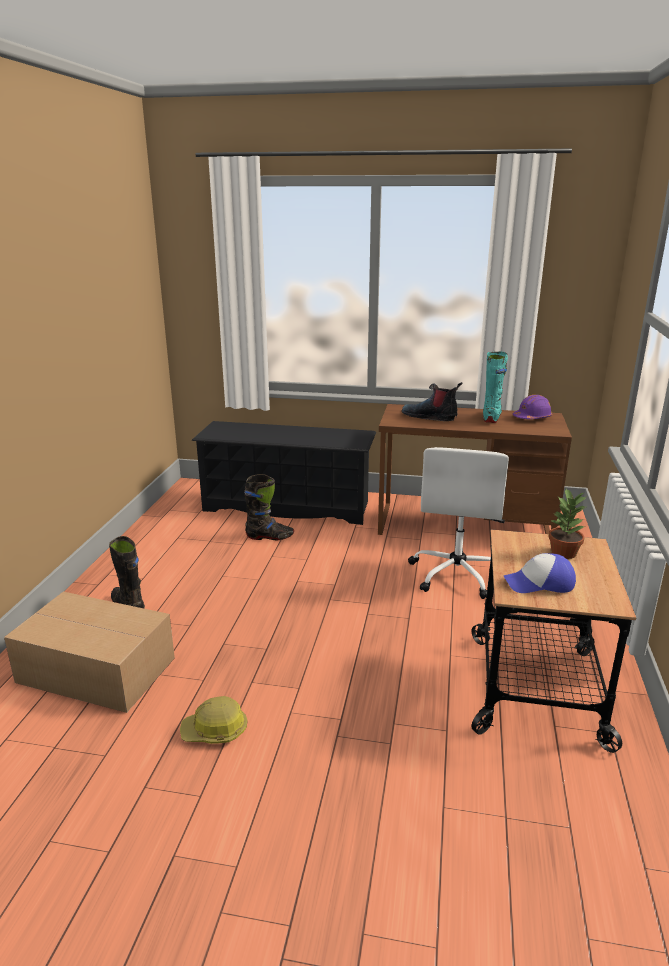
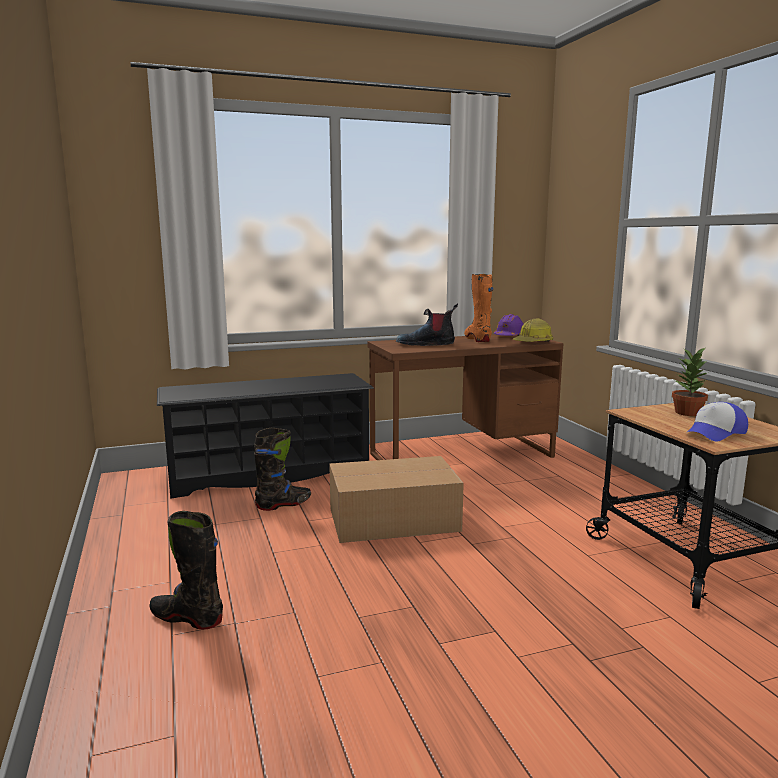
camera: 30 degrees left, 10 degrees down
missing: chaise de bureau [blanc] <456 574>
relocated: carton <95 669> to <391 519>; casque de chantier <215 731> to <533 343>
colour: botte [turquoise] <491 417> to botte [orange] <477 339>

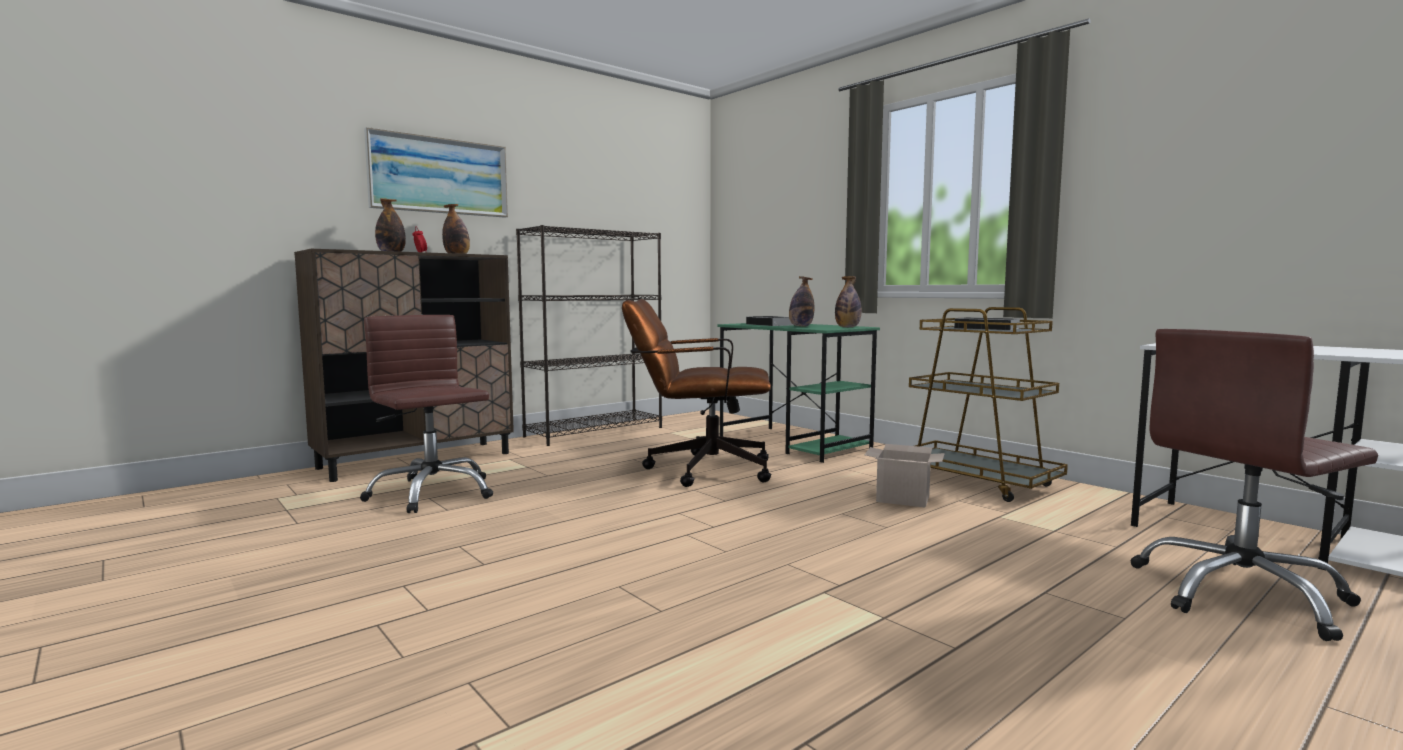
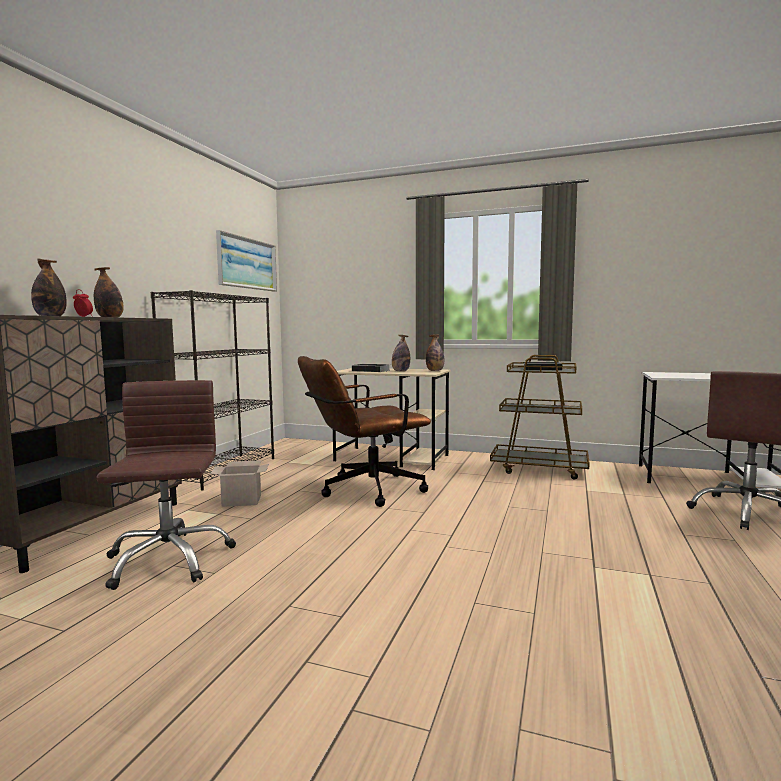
camera: 30 degrees left, 0 degrees up
relocated: carton <904 499> to <243 500>; tableau <439 176> to <247 263>
colour: bureau [vert] <794 444> to bureau [beige] <392 458>
spun: chaise de bureau [marron] <431 493> = <168 560> 60 degrees clockwise

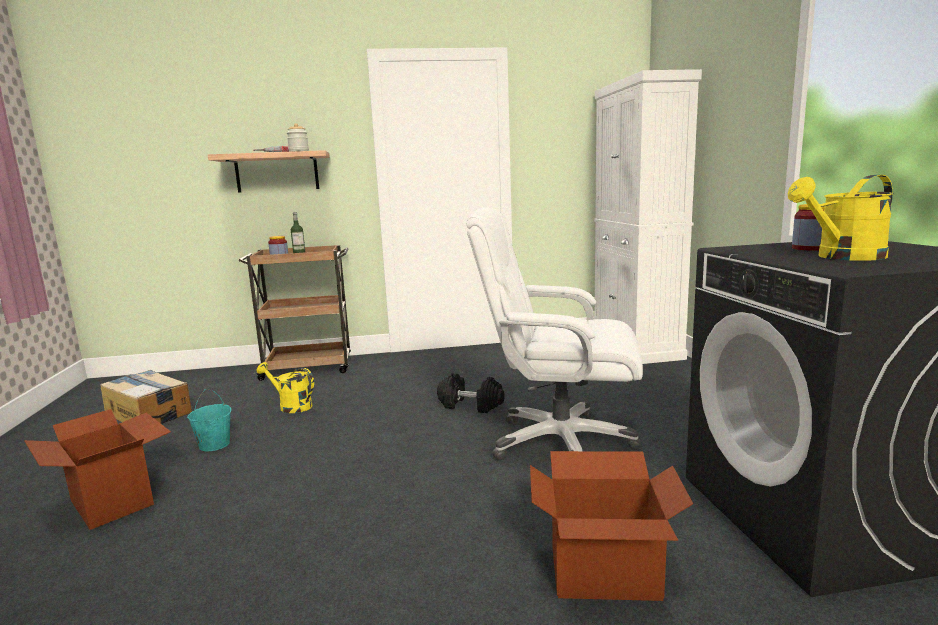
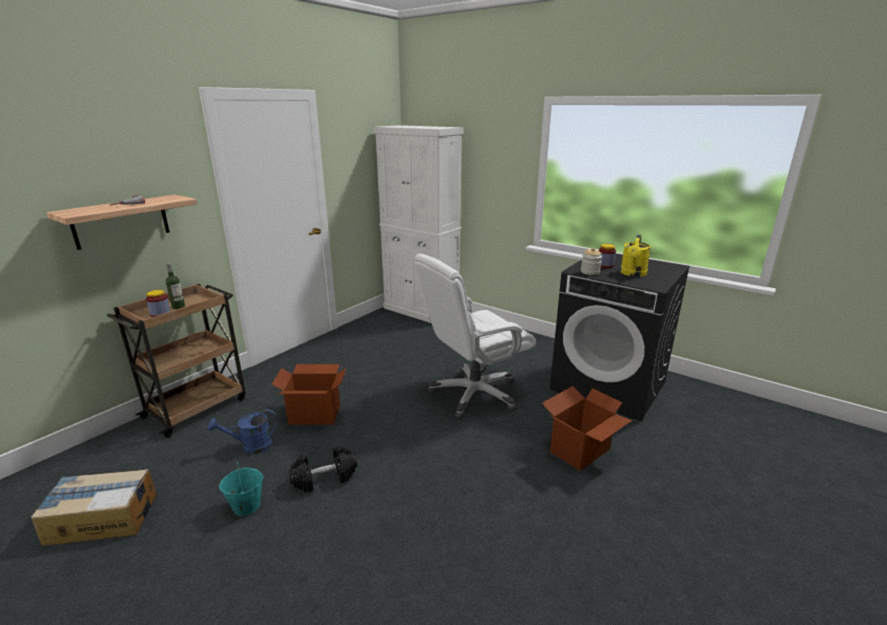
camera: 45 degrees left, 10 degrees up
relocated: carton <113 502> to <314 414>; haltère [noir] <471 405> to <324 478>; bocal <299 151> to <590 272>
colour: arrosoir [jaune] <291 406> to arrosoir [bleu] <251 446>

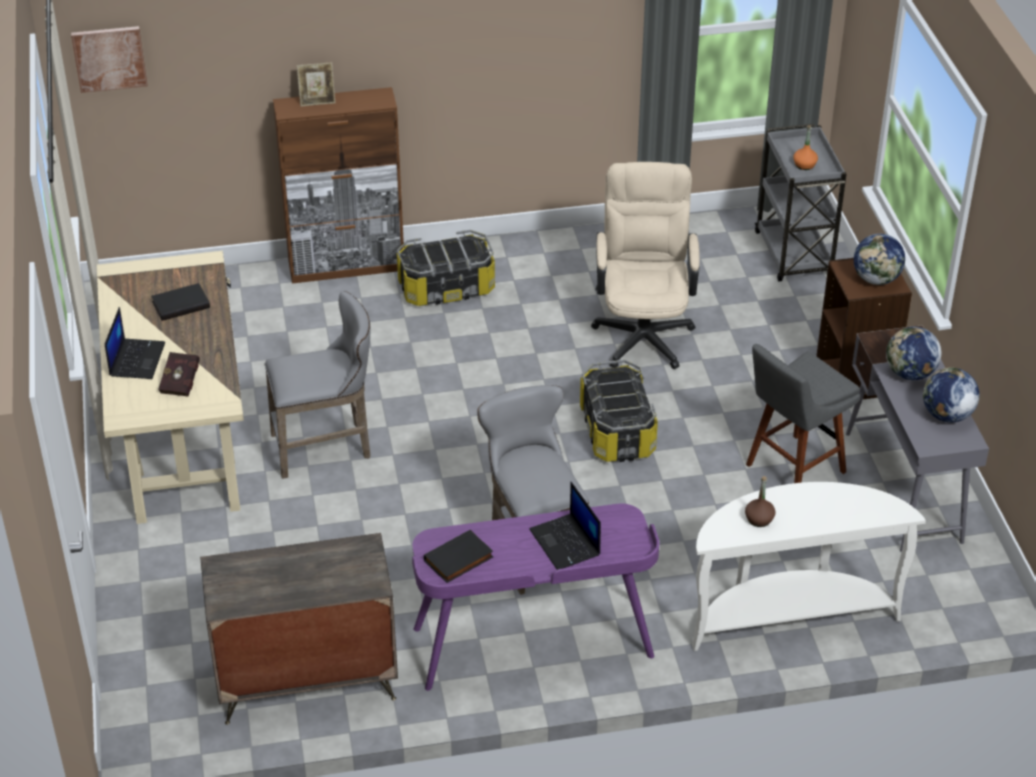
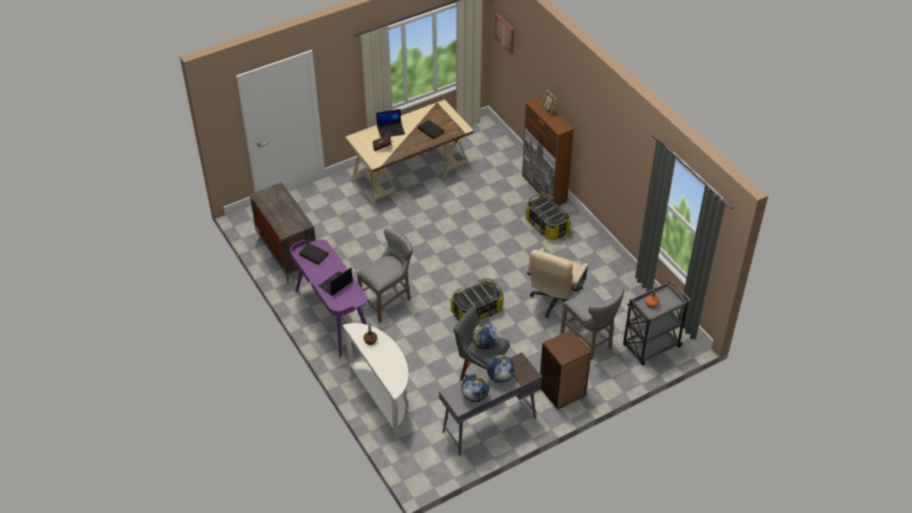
camera: 70 degrees right, 5 degrees up
relocated: globe <876 279> to <485 345>; tabouret [gris] <327 447> to <589 342>
spun: chaise de bureau [beige] <643 331> = <555 302> 135 degrees clockwise

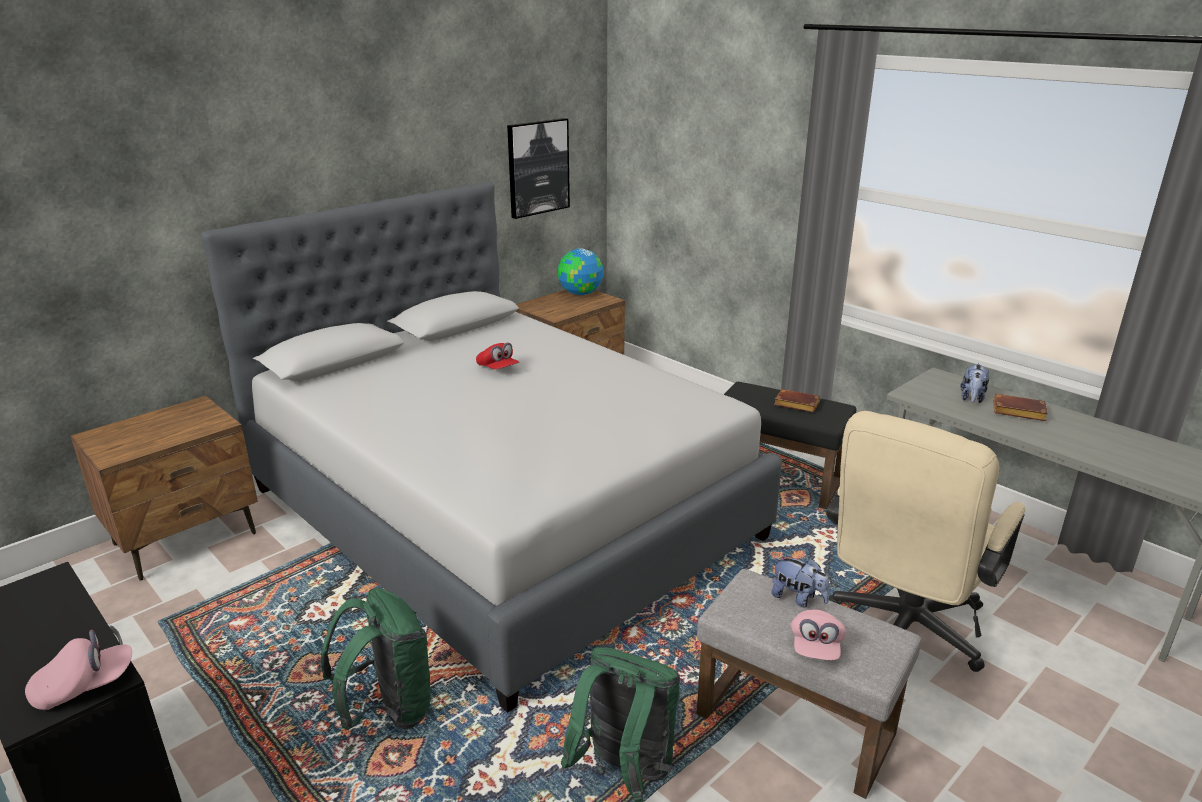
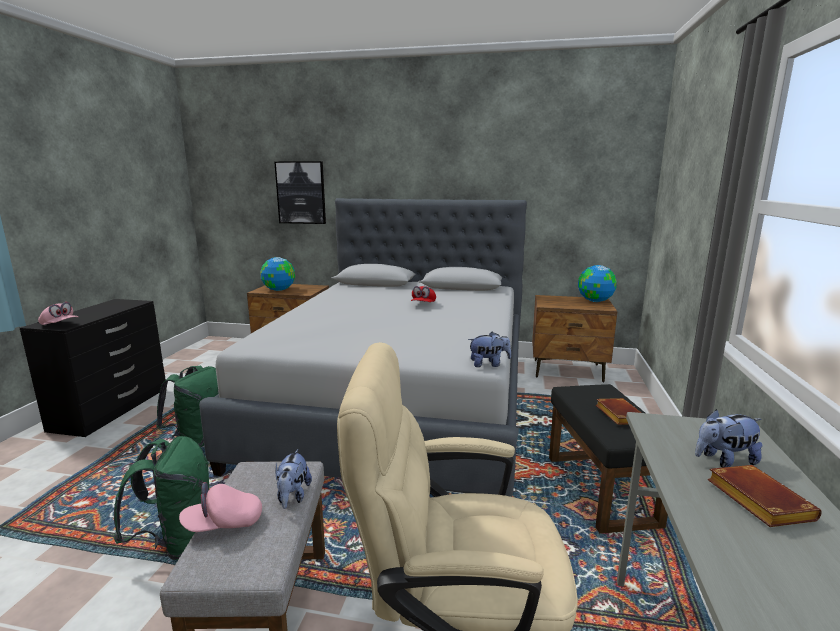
camera: 55 degrees right, 10 degrees down
appeared: globe <278 290>; peluche <489 364>
relocated: tableau <538 167> to <301 192>

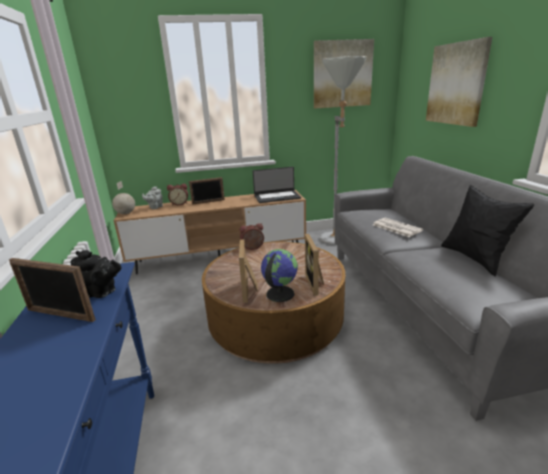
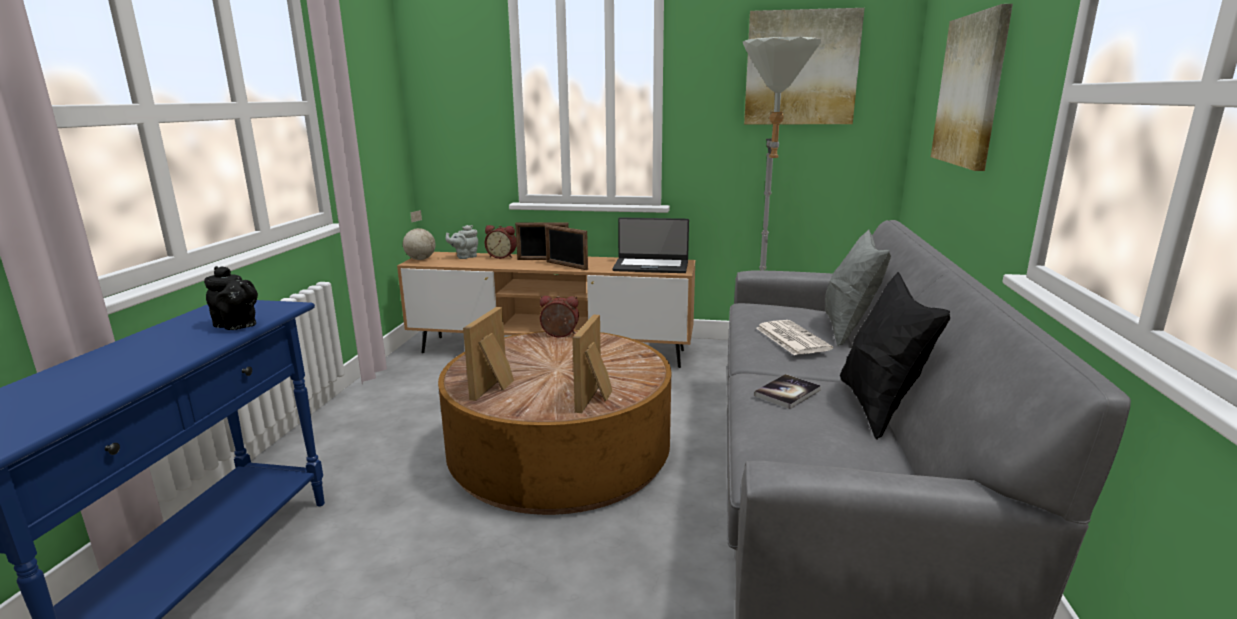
camera: 20 degrees right, 5 degrees down
missing: globe <279 294>
appeared: livre <787 393>; coussin [gris] <849 330>
relocated: cadre photo <60 315> to <566 266>

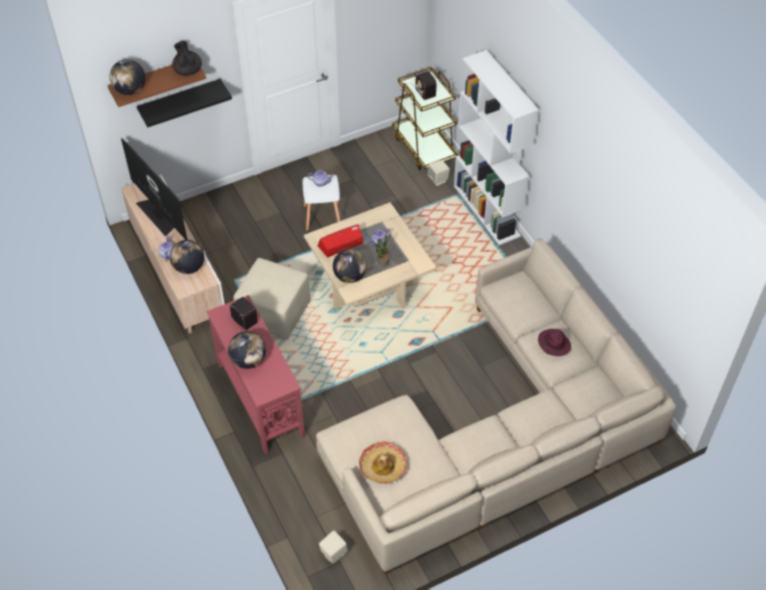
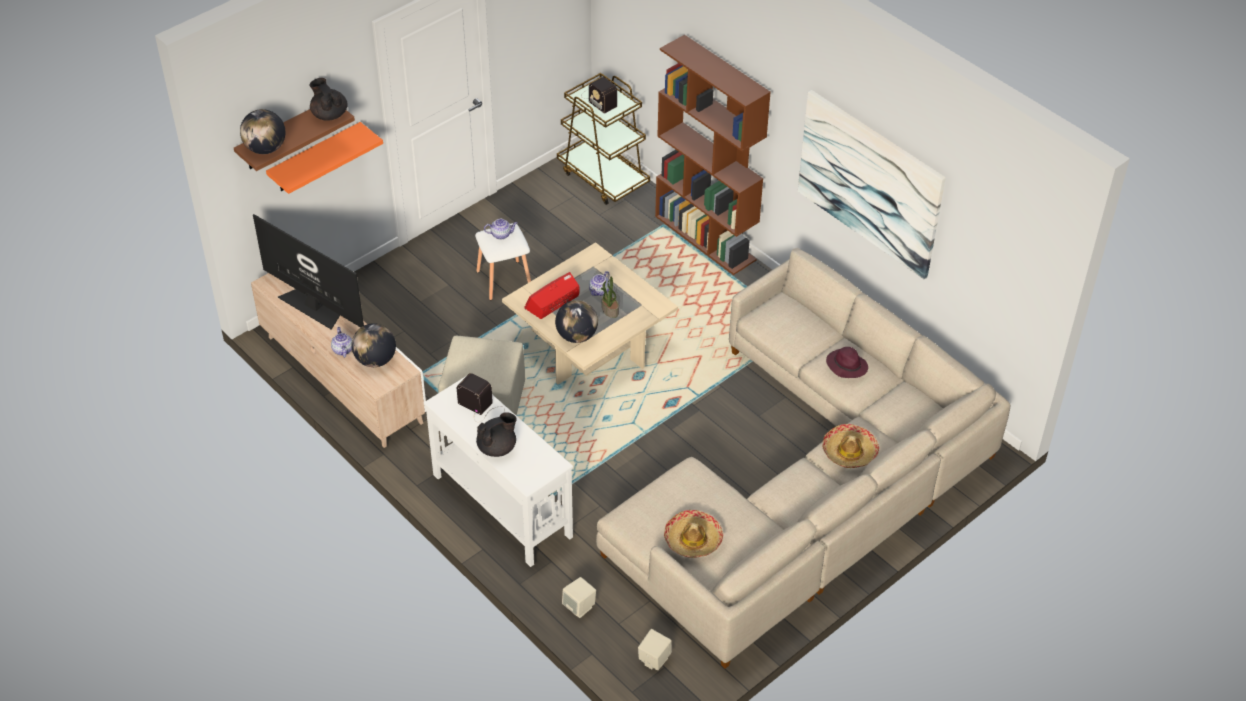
camera: 15 degrees left, 5 degrees down
appeared: tableau <869 183>; chapeau <849 452>
relocated: enceinte [beige] <438 179> to <579 607>
exchanged: globe <248 360> to théière [noir] <497 447>
colour: étagère [noir] <180 101> to étagère [orange] <315 158>; table console [rouge] <260 398> to table console [blanc] <502 505>; bibliothèque [blanc] <487 211> to bibliothèque [marron] <706 238>

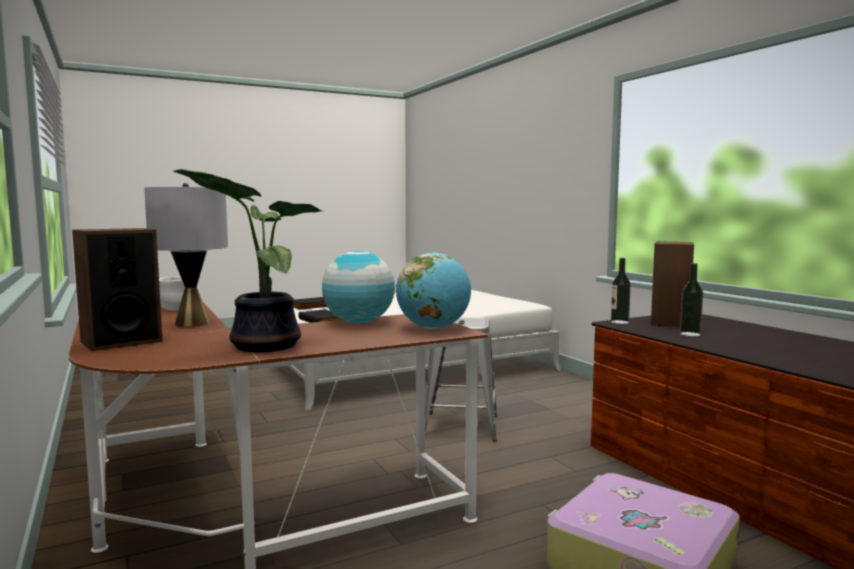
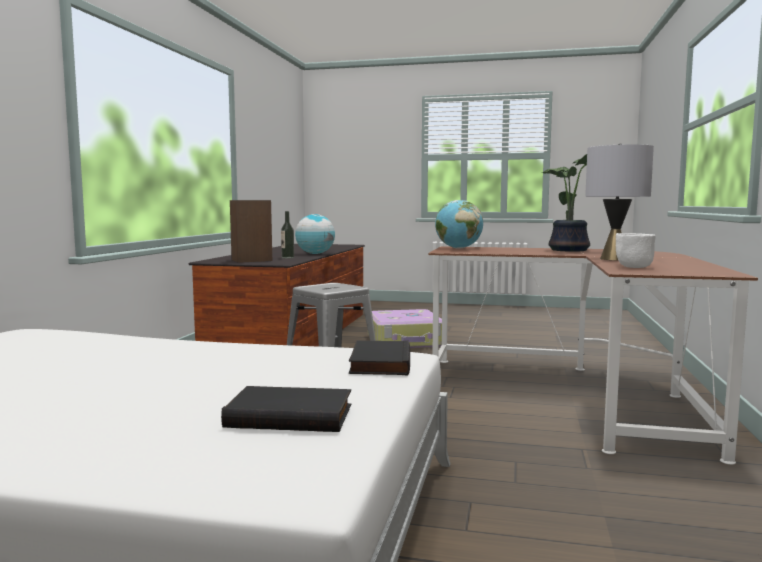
camera: 140 degrees left, 0 degrees up
missing: enceinte <121 341>; bouteille <619 322>
relocated: globe <359 323> to <315 254>

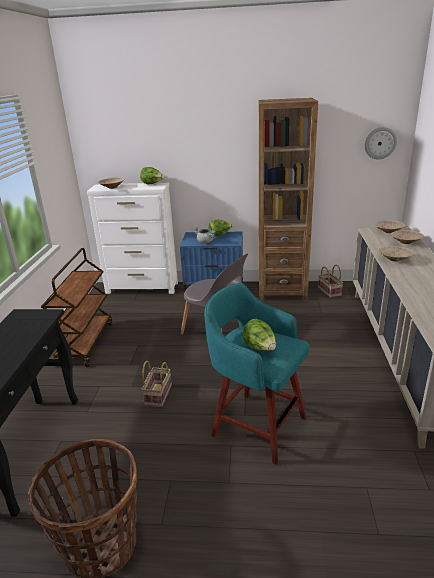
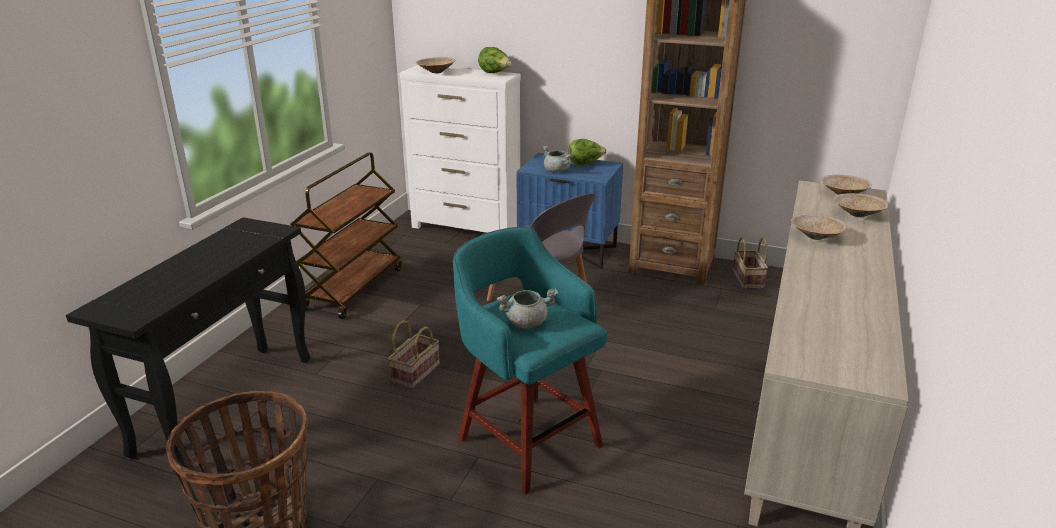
camera: 15 degrees right, 0 degrees up
missing: horloge murale <380 143>
exchanged: laitue <260 348> to marmite [gris] <526 322>

